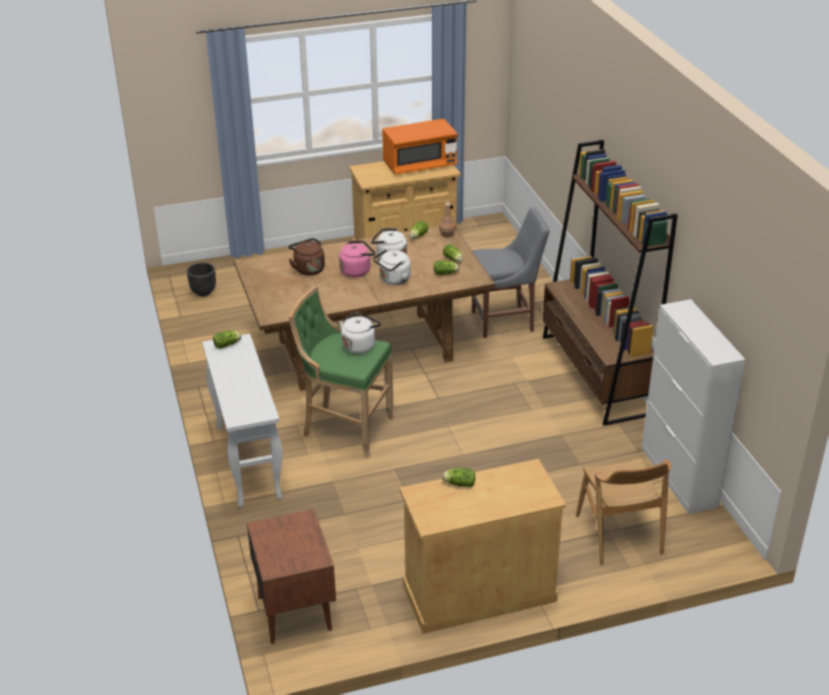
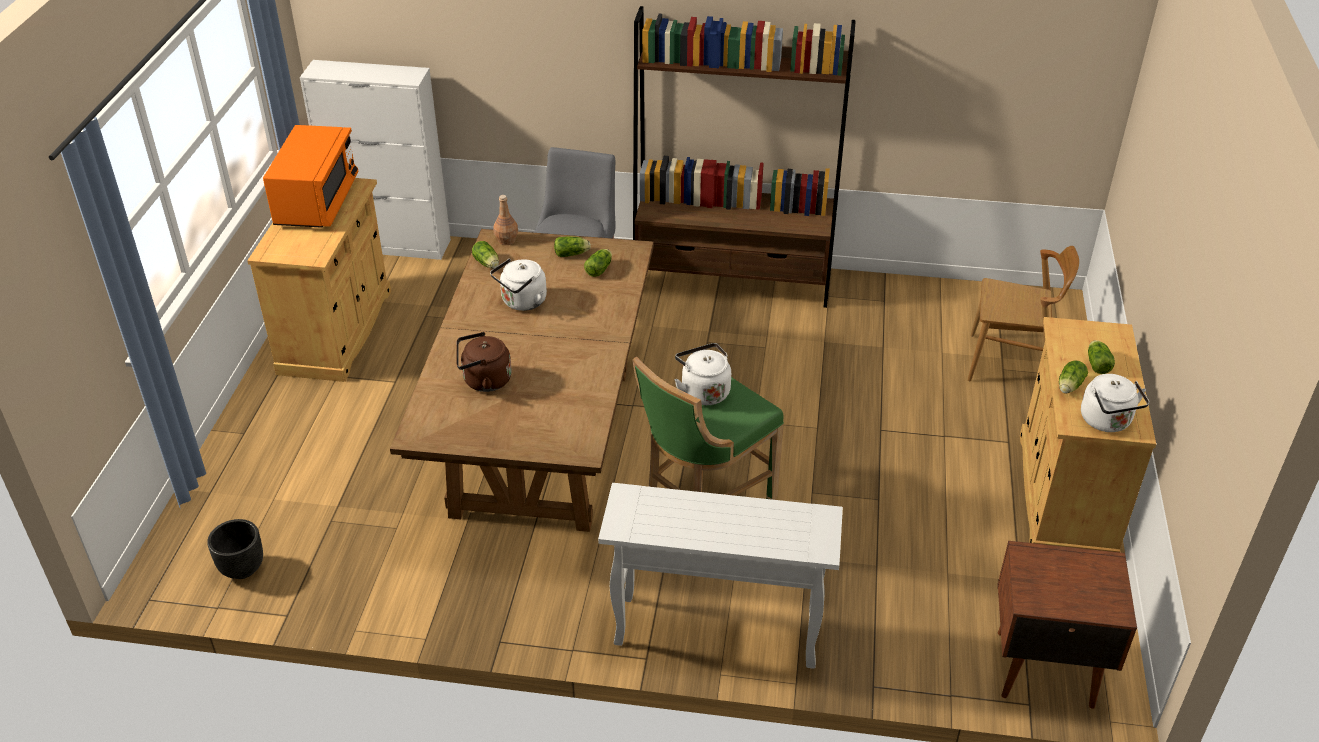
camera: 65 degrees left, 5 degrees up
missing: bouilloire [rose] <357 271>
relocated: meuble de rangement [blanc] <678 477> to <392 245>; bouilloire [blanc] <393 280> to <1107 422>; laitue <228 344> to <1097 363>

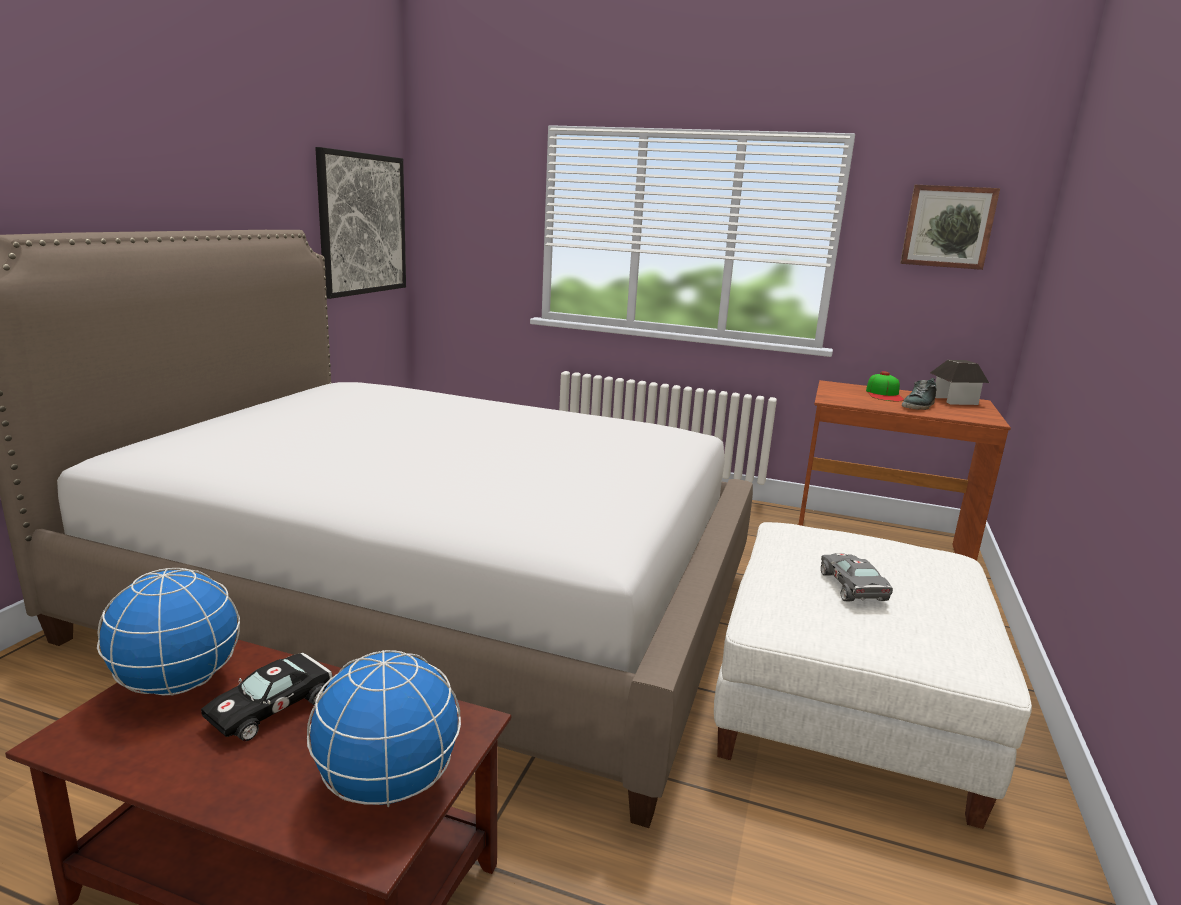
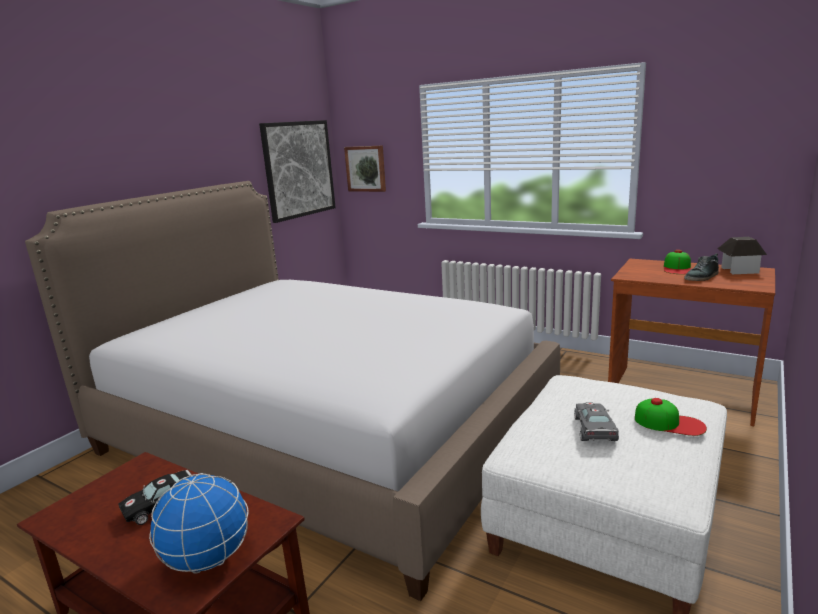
camera: 15 degrees right, 0 degrees up
missing: globe <178 684>
appeared: casquette <669 423>
relocated: tableau <948 227> to <366 168>

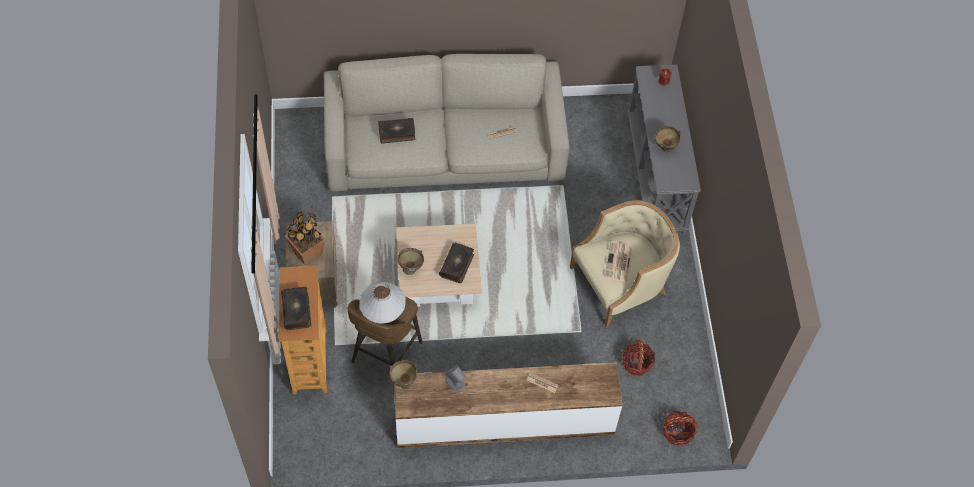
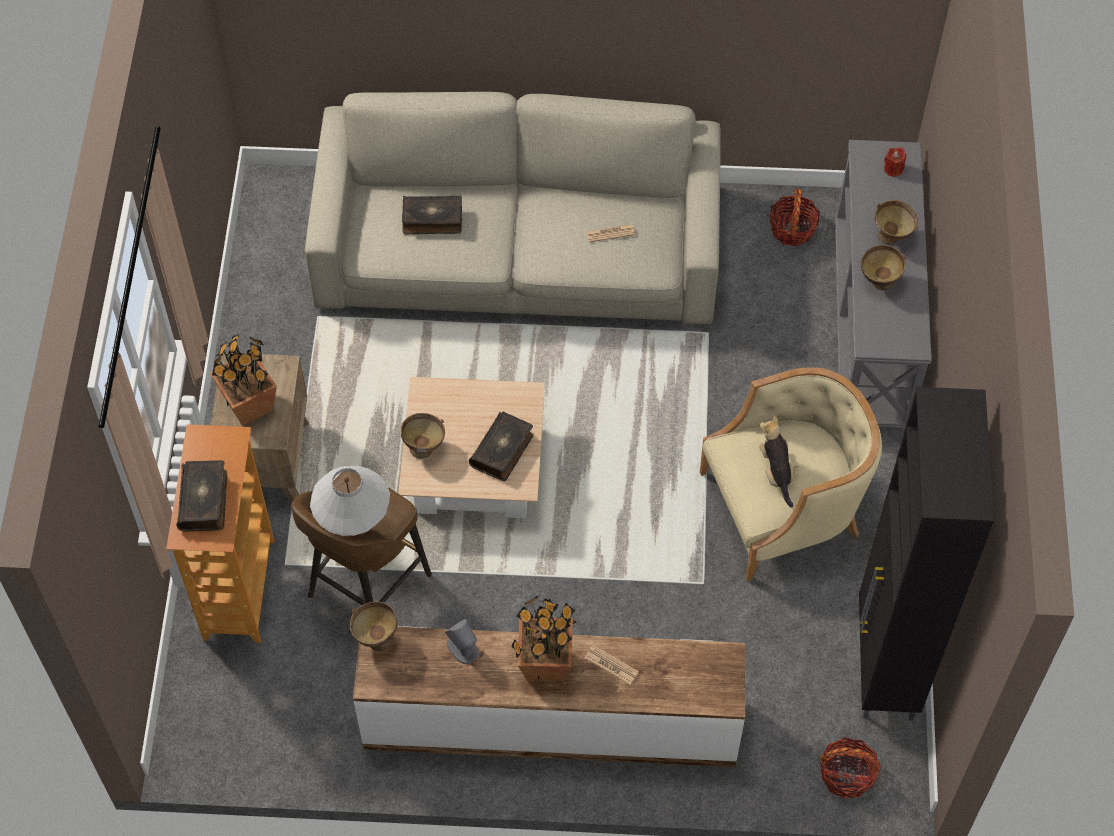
camera: 10 degrees right, 0 degrees up
appeared: plante en pot <545 663>; meuble de rangement [noir] <885 666>; bol [marron] <892 238>
relocated: panier <636 363> to <792 229>
exchanged: journal <618 263> to peluche <776 472>

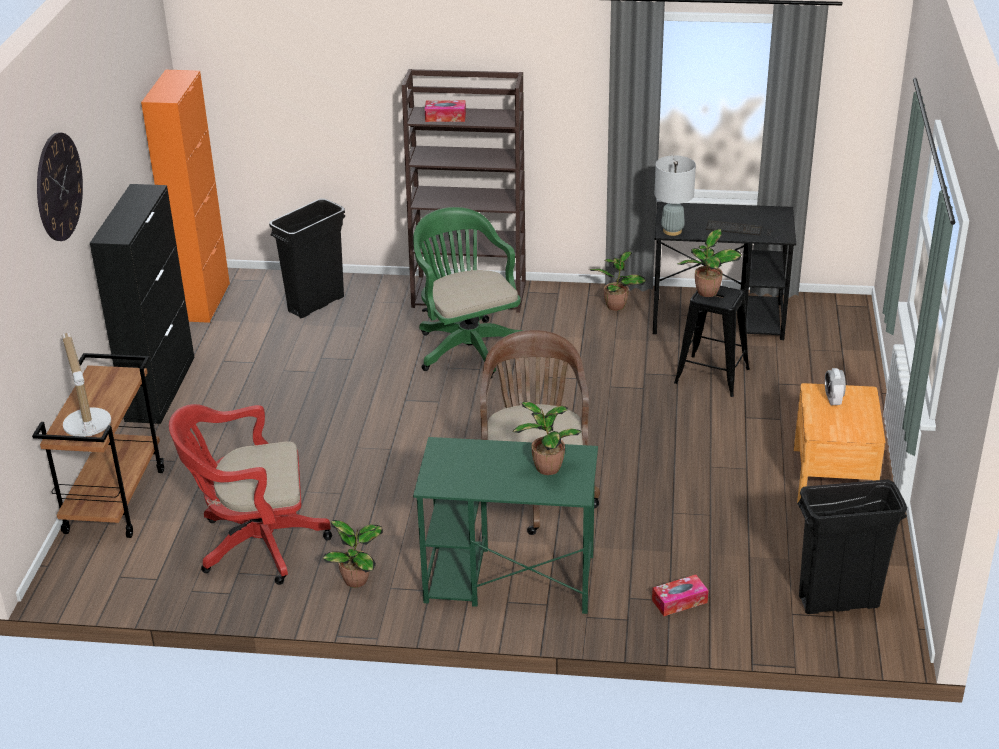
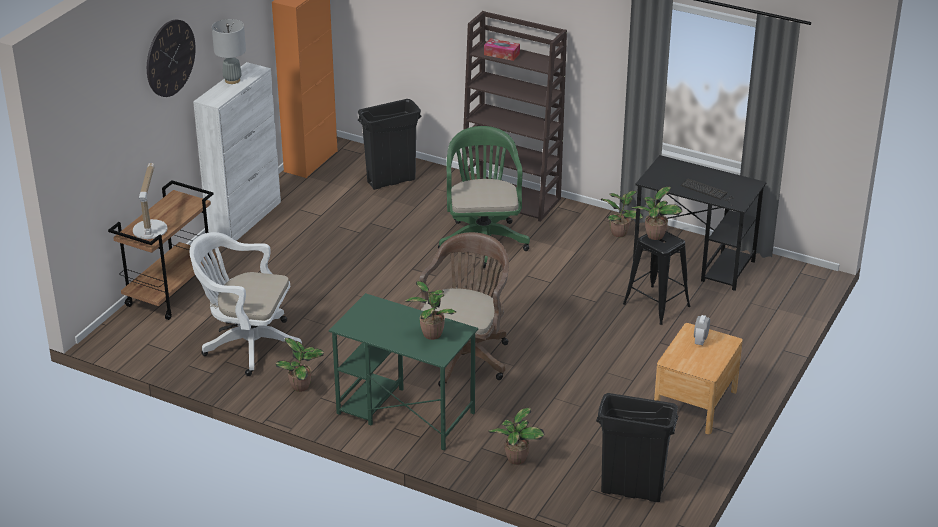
camera: 20 degrees right, 0 degrees up
relocated: lampe de table [gris] <672 231> to <232 80>
exchanged: boîte à mouchoirs <679 601> to plante en pot <515 459>
colour: chaise de bureau [rouge] <254 544> to chaise de bureau [blanc] <247 345>; meuble de rangement [noir] <161 388> to meuble de rangement [blanc] <245 219>

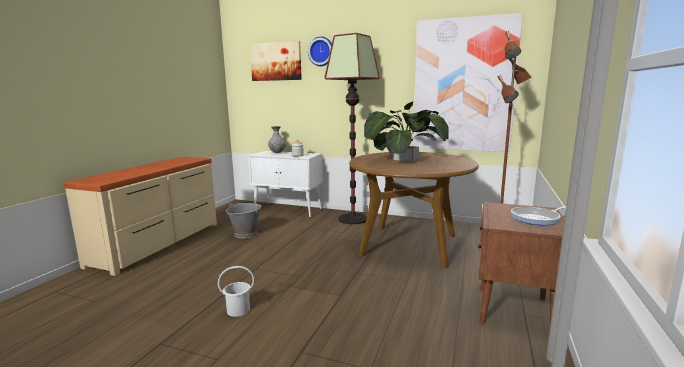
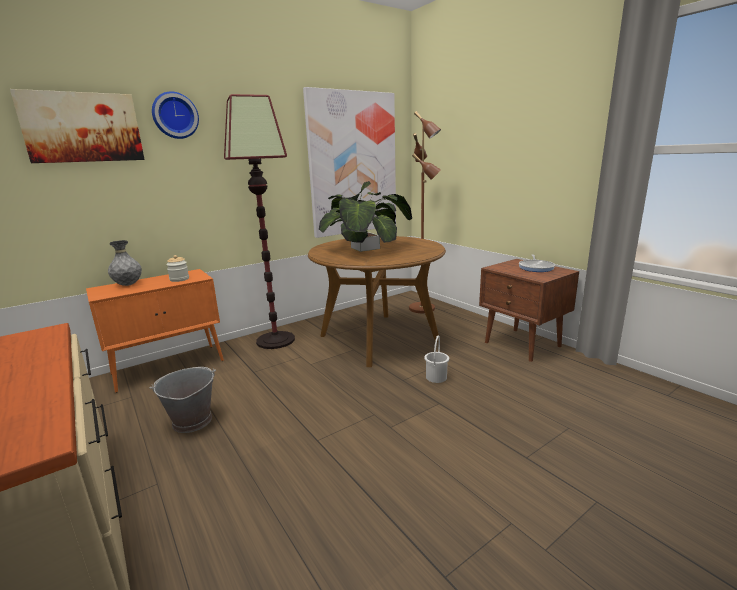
camera: 55 degrees left, 5 degrees up
relocated: seau [blanc] <238 310> to <436 377>
colour: meuble de rangement [blanc] <288 210> to meuble de rangement [orange] <169 367>

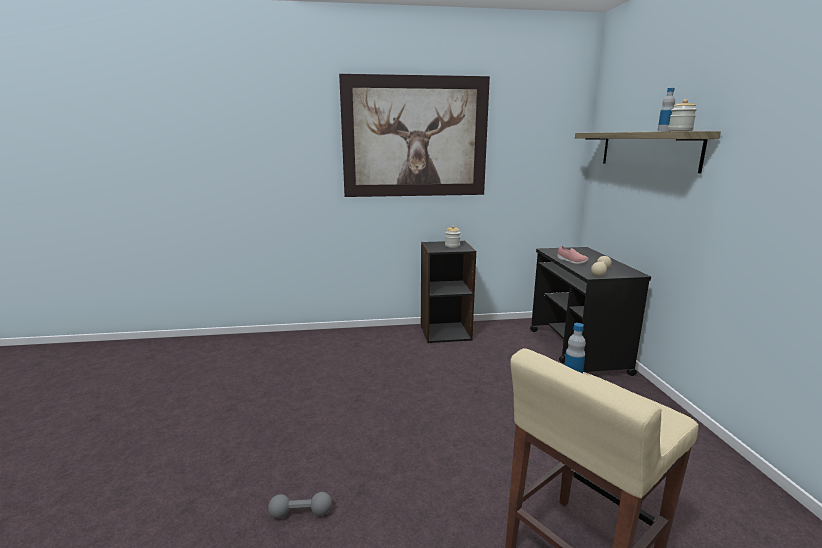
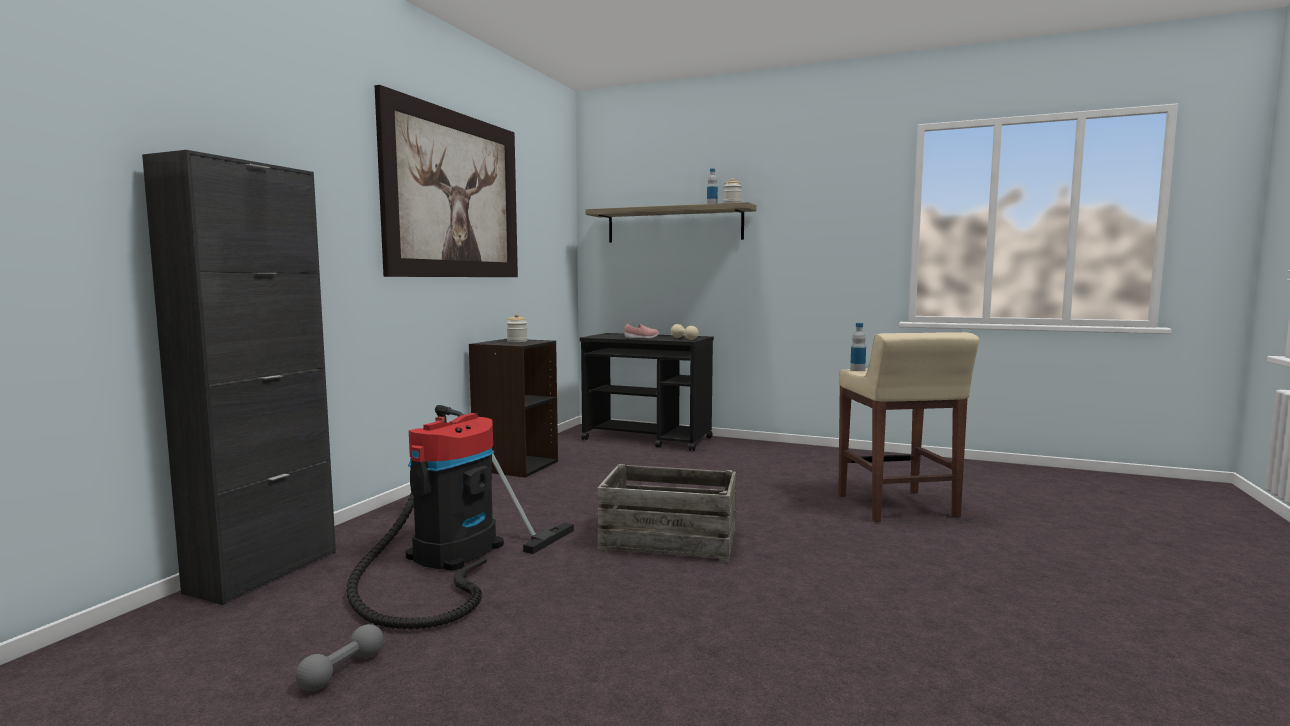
camera: 60 degrees left, 10 degrees down
appeared: meuble de rangement [noir] <263 572>; aspirateur <450 557>; caisse <668 541>
relocated: haltère [gris] <301 513> to <342 671>

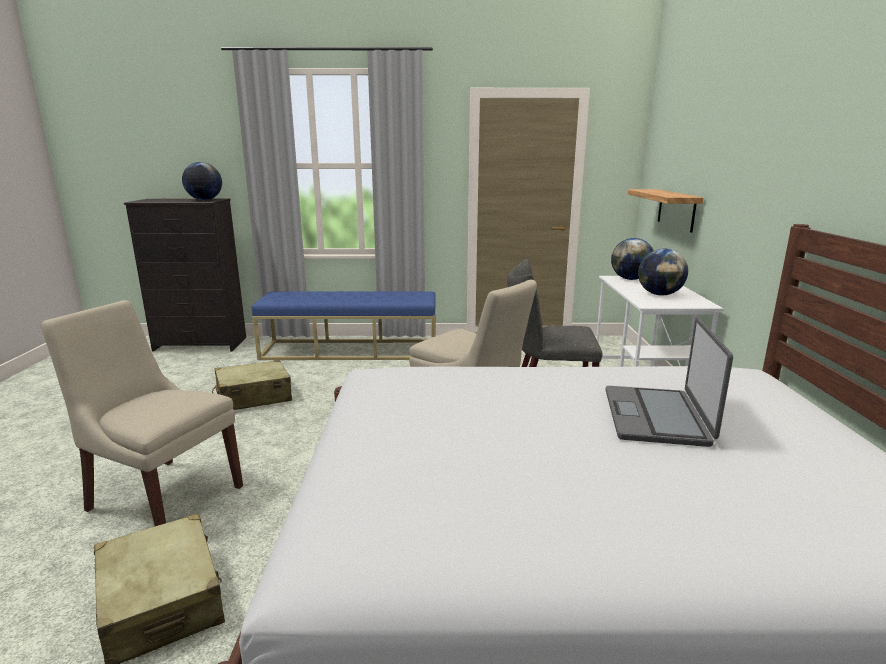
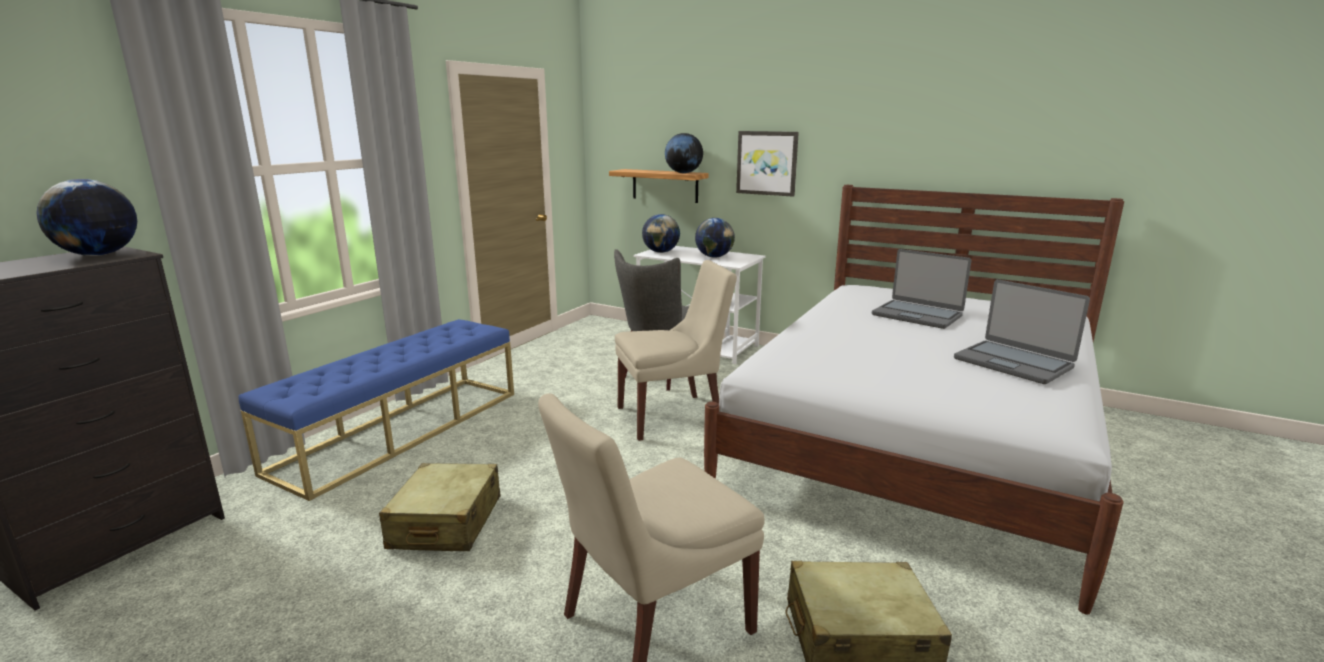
camera: 60 degrees left, 0 degrees up
appeared: globe <683 173>; tableau <767 163>; ordinateur portable <1013 363>

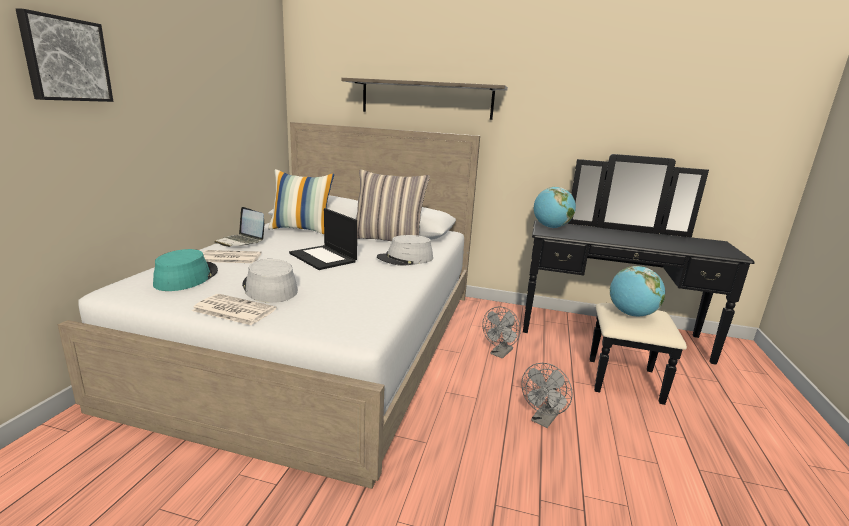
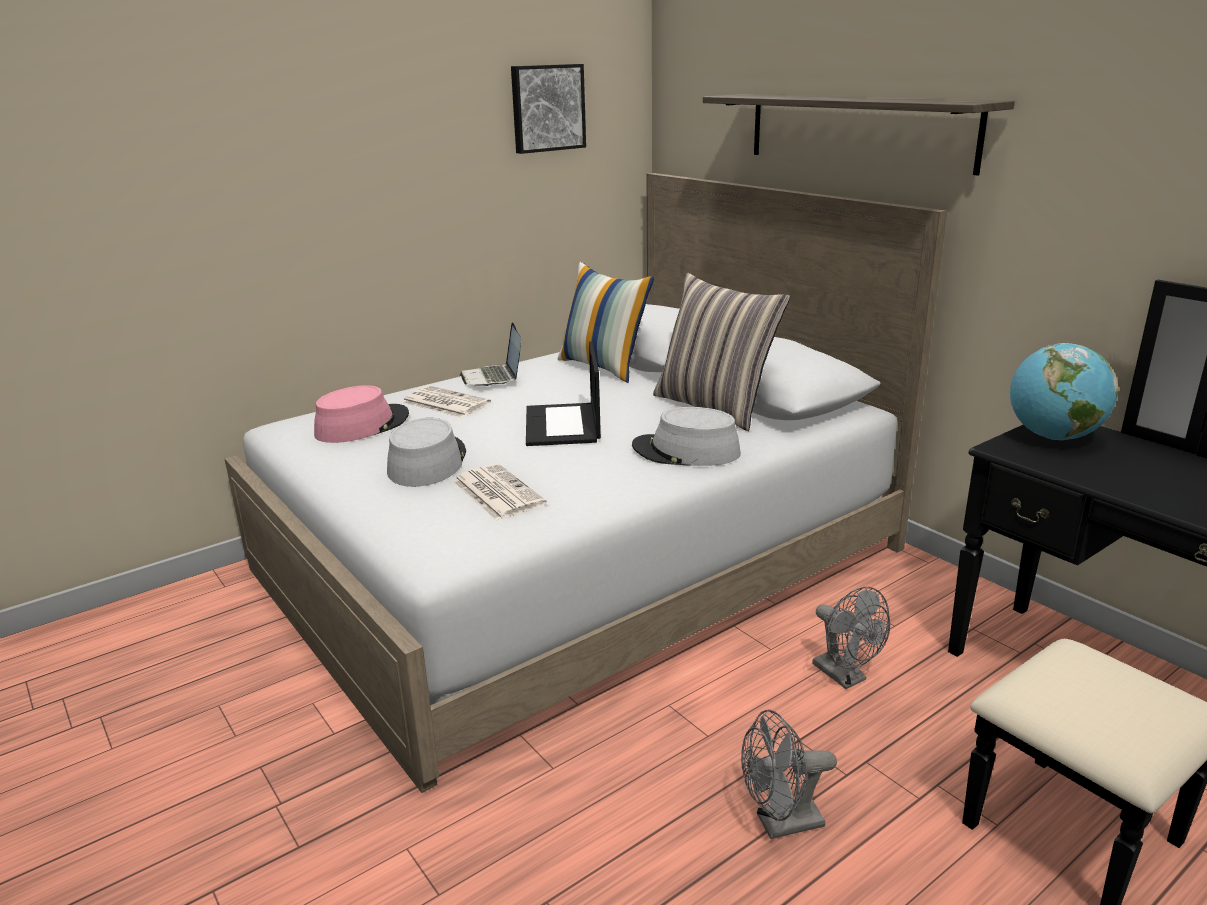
camera: 40 degrees right, 5 degrees up
missing: globe <631 314>
relocated: journal <233 310> to <496 492>; tableau <65 59> to <547 108>
colour: chapeau [turquoise] <186 277> to chapeau [rose] <362 425>
spun: ventilateur [gris] <500 353> = <845 677> 105 degrees counterclockwise

